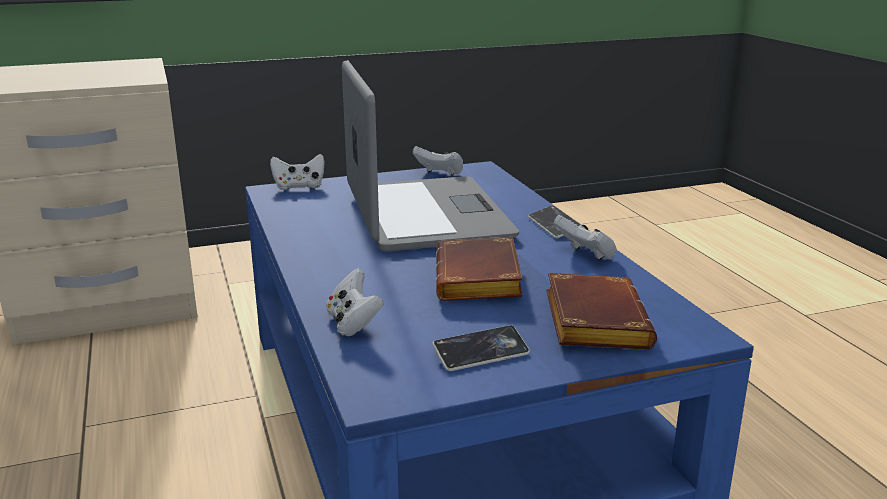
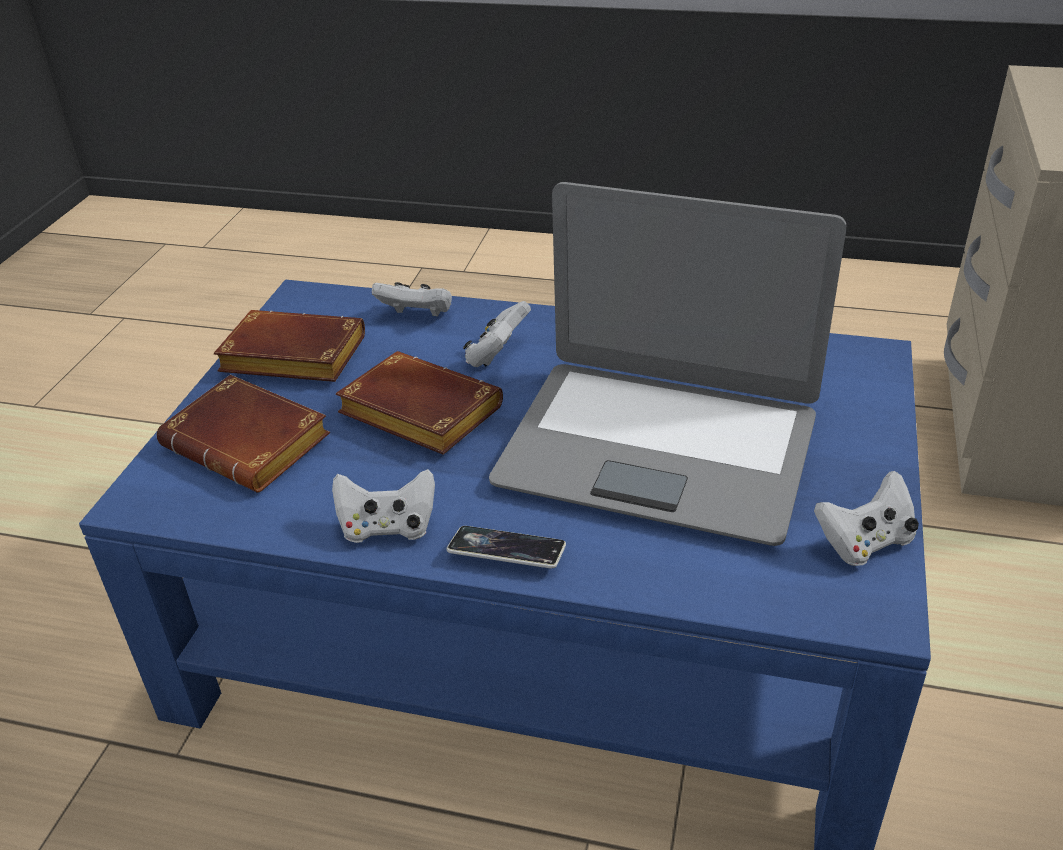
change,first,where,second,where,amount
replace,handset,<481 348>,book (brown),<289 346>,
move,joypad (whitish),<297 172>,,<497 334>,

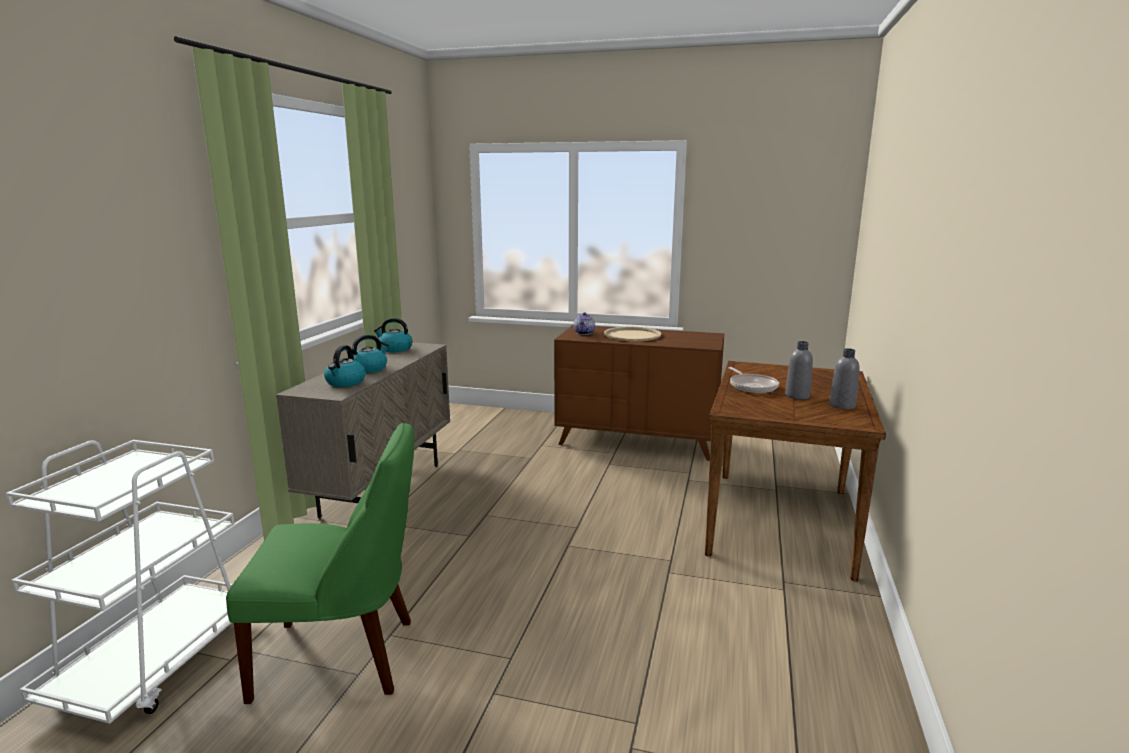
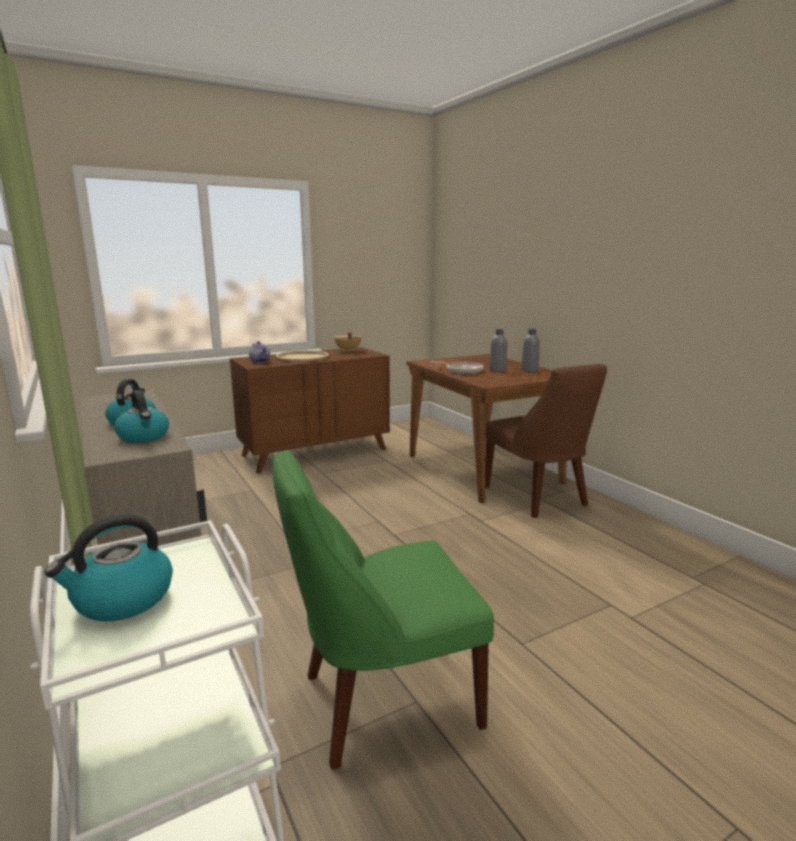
change,first,where,second,where,amount
move,tea kettle,<393 335>,,<109 567>,
rotate,plain chair (green-coloured),<320 563>,,<383 610>,150 degrees counterclockwise
insert,,,saucepot (beige-coloured),<348 342>,
insert,,,plain chair (brown),<546 441>,

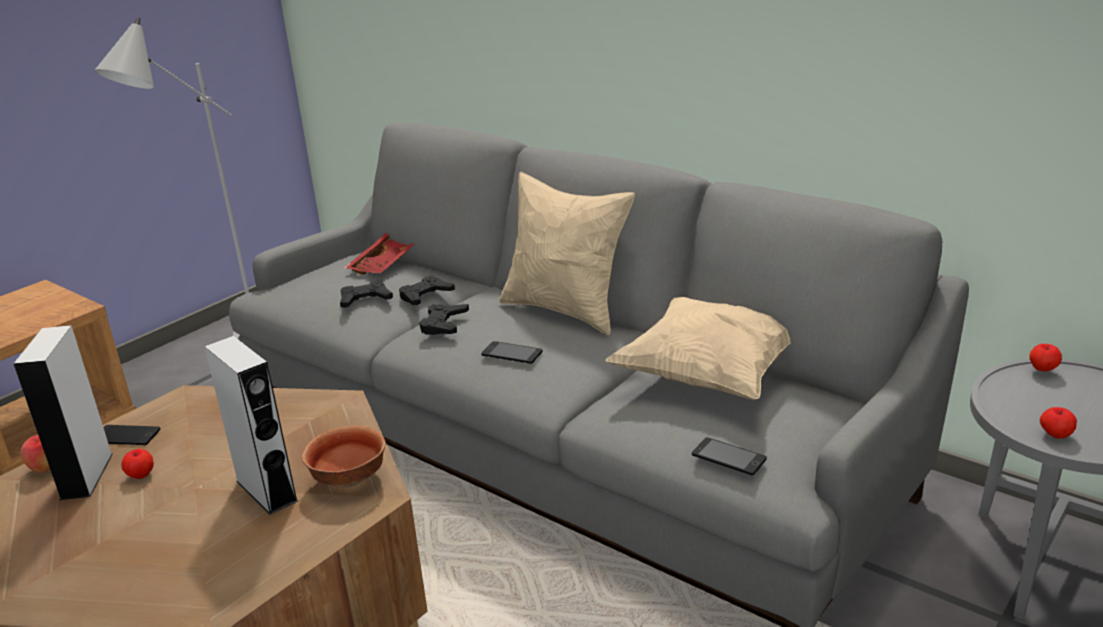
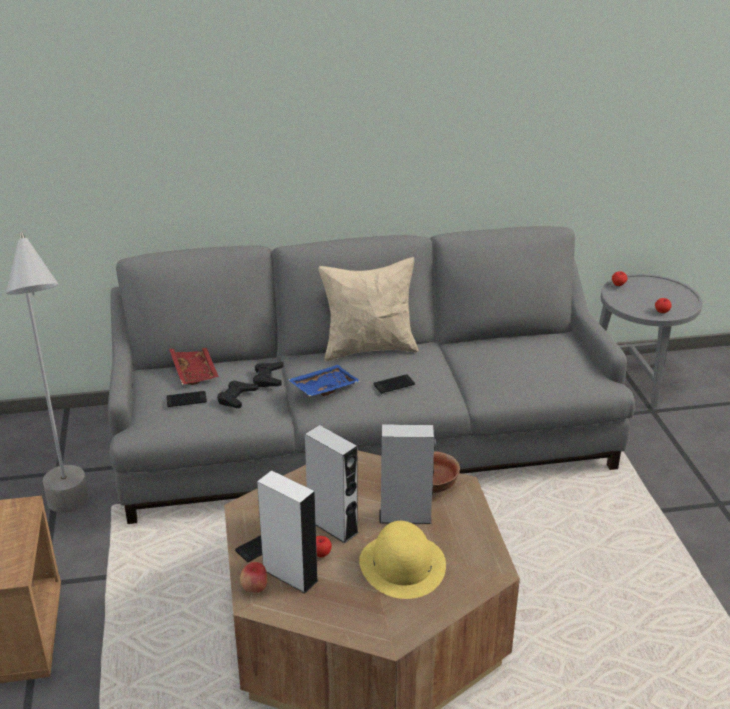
change,first,where,second,where,amount
move,handset,<729 456>,,<186 399>,
replace,joypad (black-coloured),<444 319>,serving tray (blue-coloured),<323 380>,
insert,,,loudspeaker (grey),<331 484>,
insert,,,hat (yellow-coloured),<402 560>,
delete,throw pillow (beige-coloured),<698 348>,,,

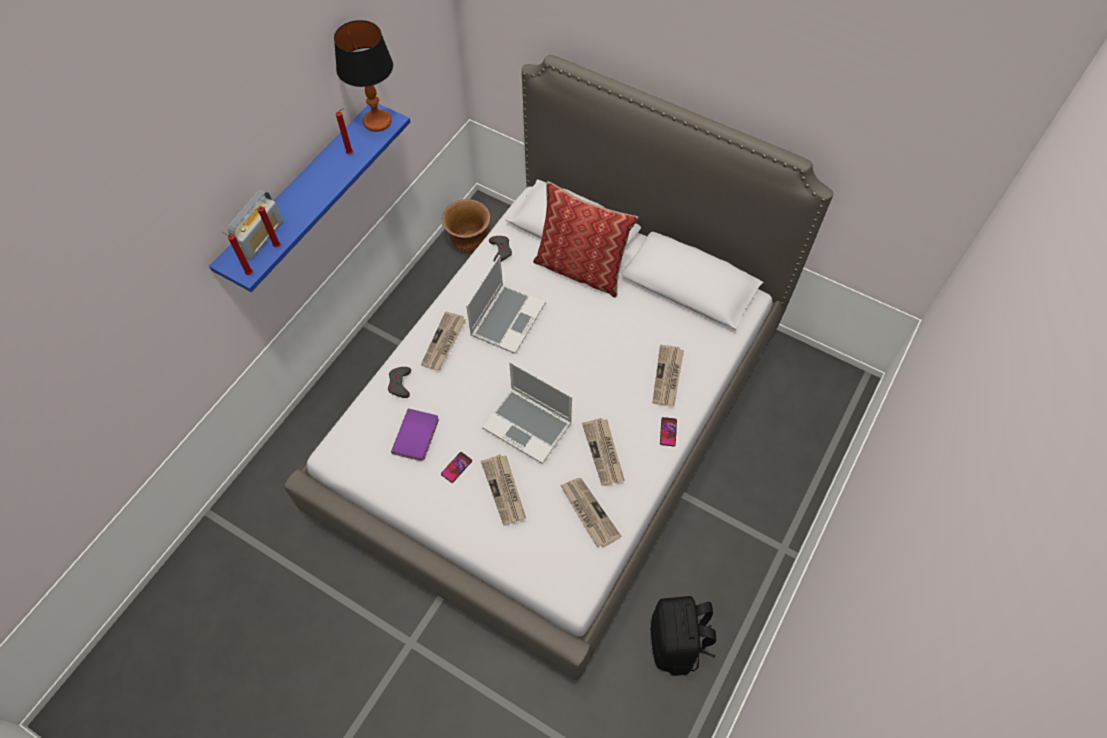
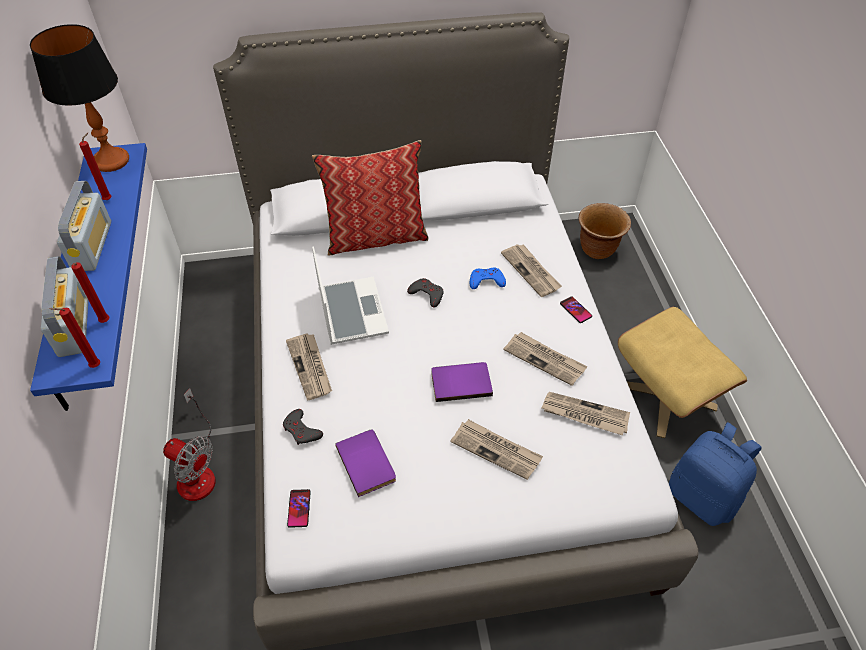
change,first,where,second,where,amount
insert,,,radio receiver,<84 226>,
insert,,,electric fan,<189 444>,
move,handset,<456 467>,,<299 508>,
move,joypad (grey),<500 249>,,<425 293>,
replace,notebook computer,<527 413>,book (purple-coloured),<462 382>,
insert,,,joypad (blue-coloured),<488 278>,
move,plant pot (brown),<466 226>,,<604 231>,
insert,,,pouffe (beige-coloured),<682 372>,
recolor,rucksack (black-coloured),<683 636>,rucksack (blue-coloured),<715 474>,

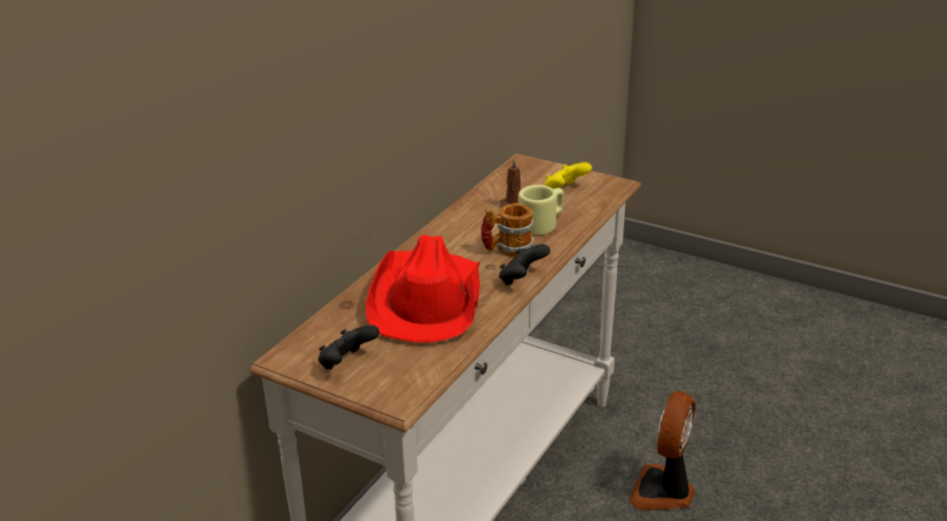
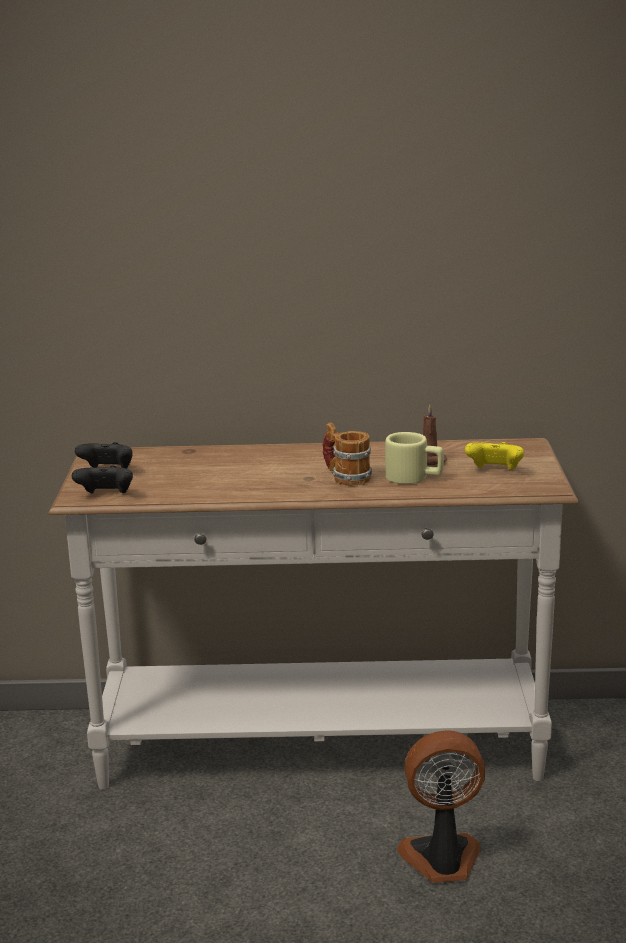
change,first,where,second,where,amount
move,joypad (black-coloured),<524 264>,,<102 479>,
delete,hat (red-coloured),<422 289>,,,

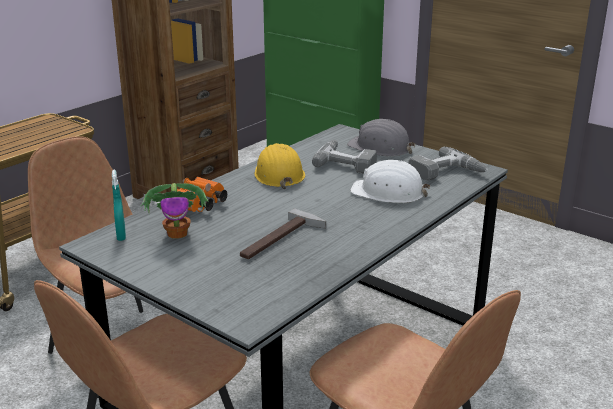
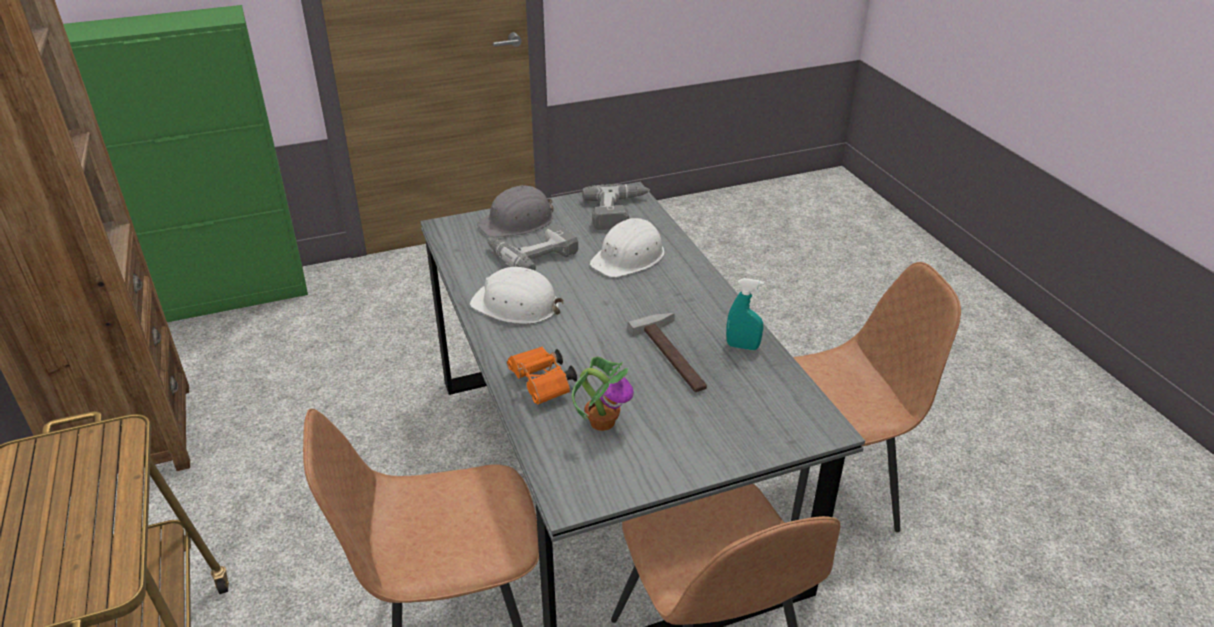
change,first,where,second,where,amount
recolor,work helmet (yellow-coloured),<280 166>,work helmet (whitish),<517 295>,
move,hand sprayer (turquoise-coloured),<119 205>,,<745 314>,

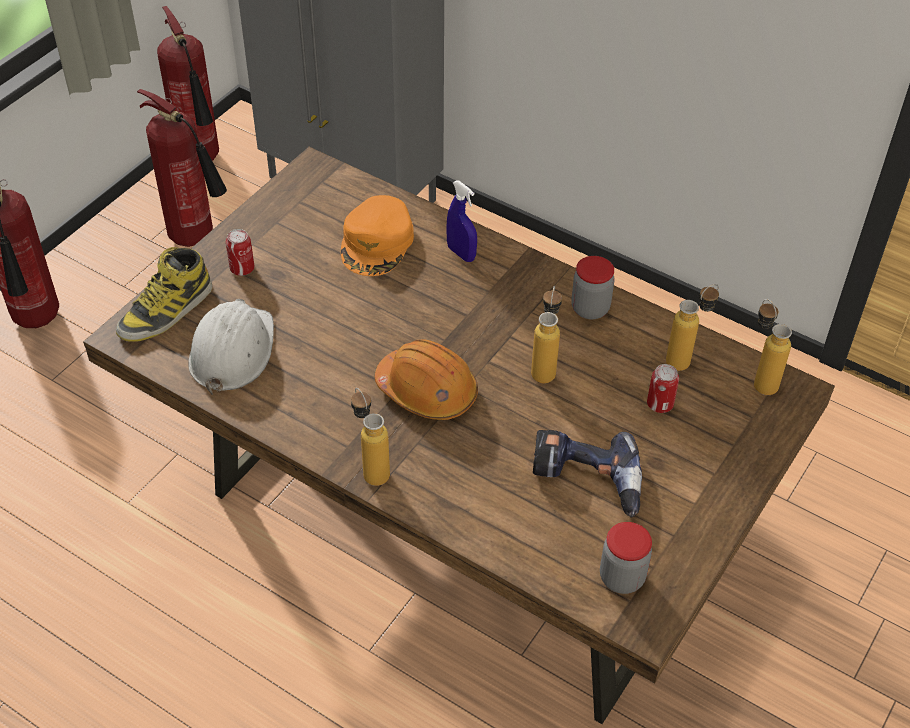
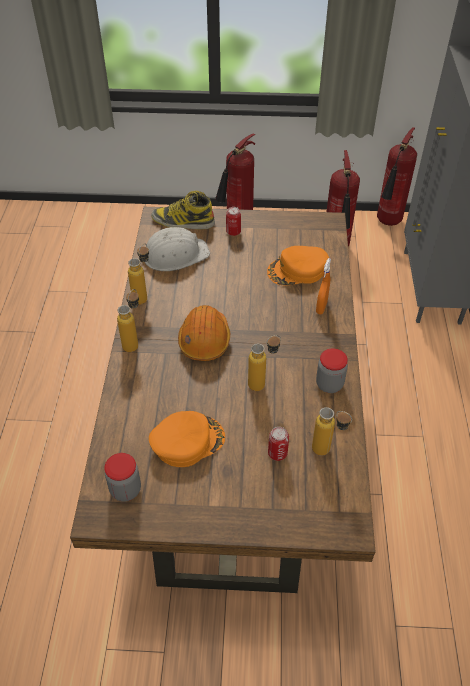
change,first,where,second,where,amount
move,beverage bottle,<773 347>,,<138 274>,
replace,power drill,<587 473>,baseball cap (orange),<187 439>,
recolor,hand sprayer (blue-coloured),<461 221>,hand sprayer (orange),<323 286>,

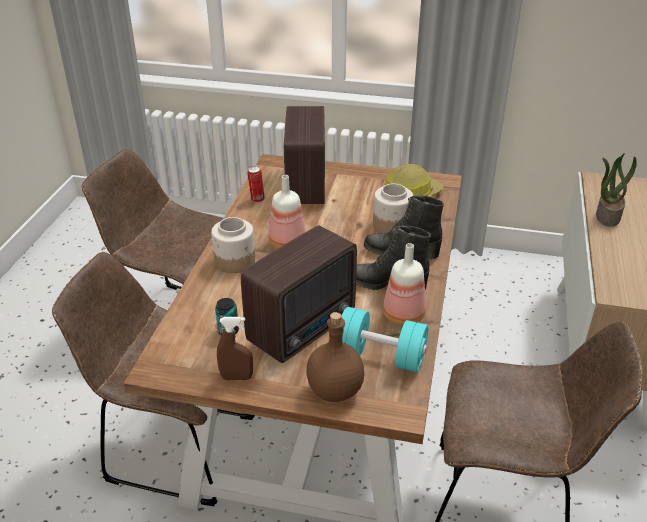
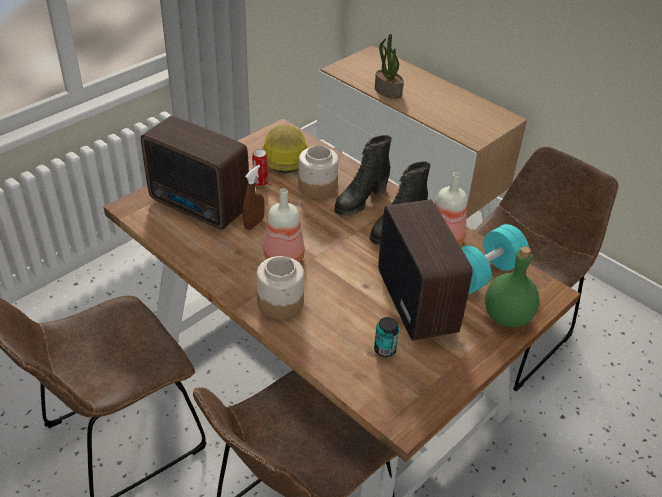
change,first,where,second,where,amount
move,hand sprayer (brown),<235 348>,,<253 197>,
move,metal can,<256 184>,,<260 168>,
recolor,beverage bottle (brown),<335 357>,beverage bottle (green-coloured),<512 286>,

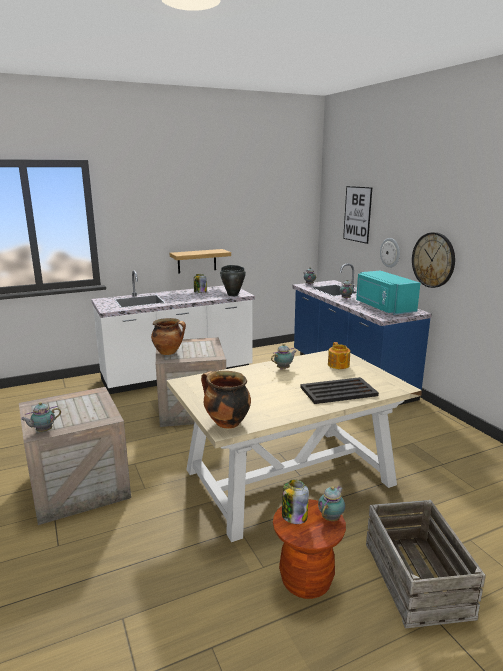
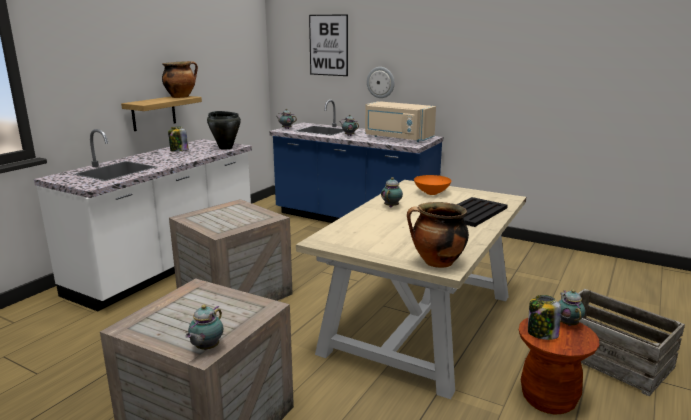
change,first,where,second,where,amount
move,saucepot,<168 336>,,<180 79>,
recolor,microwave (turquoise-coloured),<388 293>,microwave (beige-coloured),<400 121>,
replace,tea pot,<339 355>,deep dish (orange),<432 185>,
delete,hanging clock,<433 260>,,,

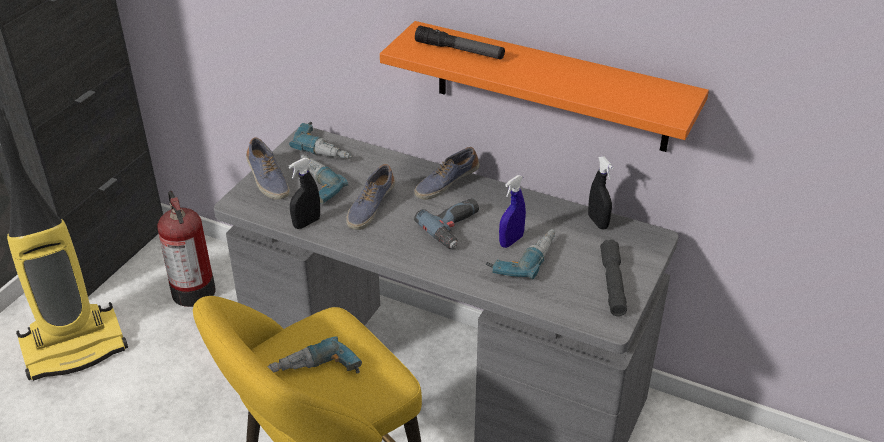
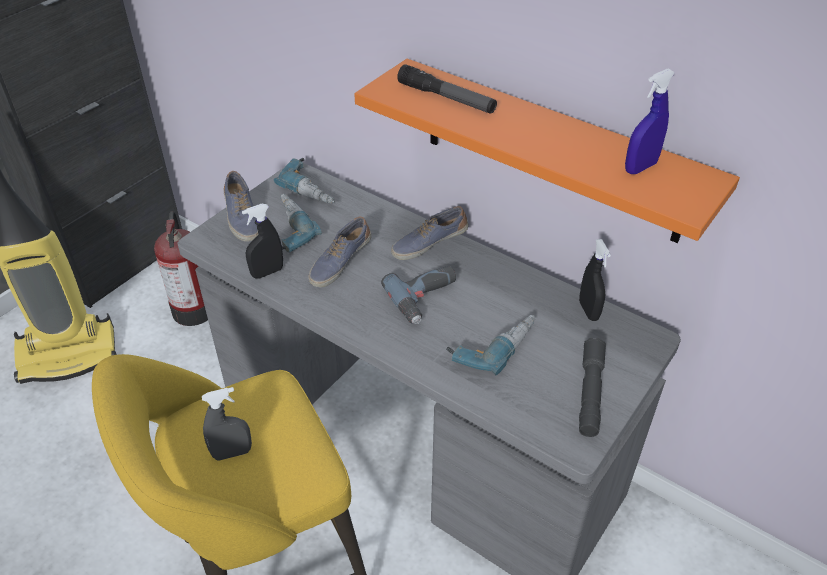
change,first,where,second,where,amount
replace,power drill,<314 355>,hand sprayer (grey),<227 424>,
move,hand sprayer (blue-coloured),<512 211>,,<650 121>,

